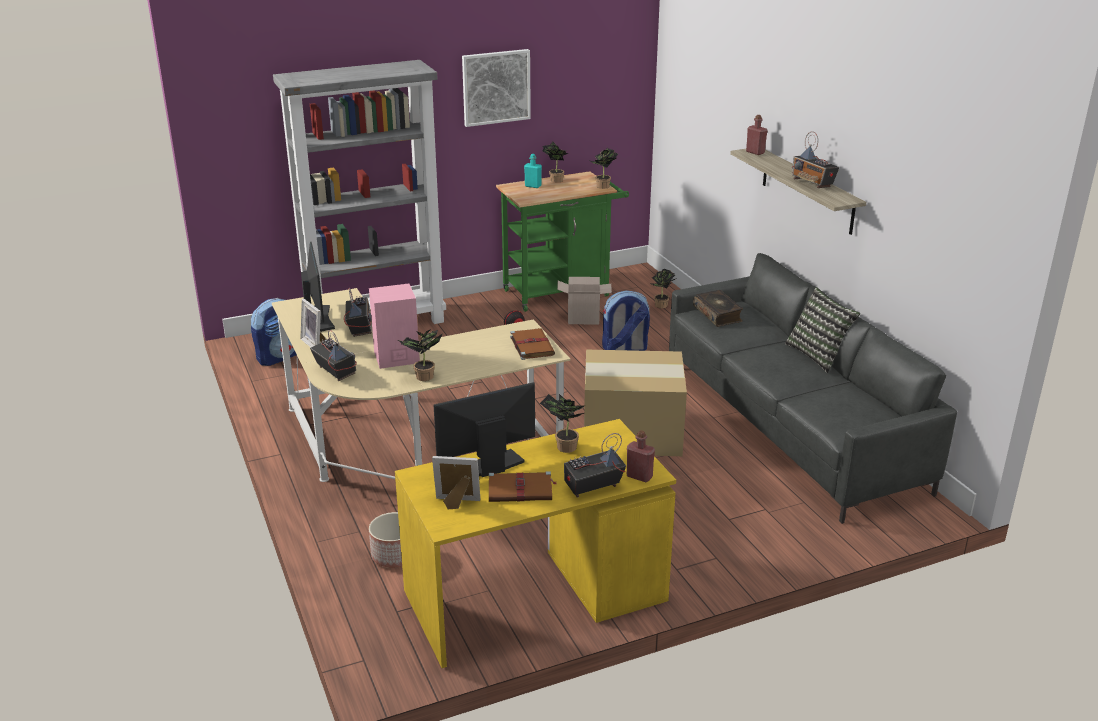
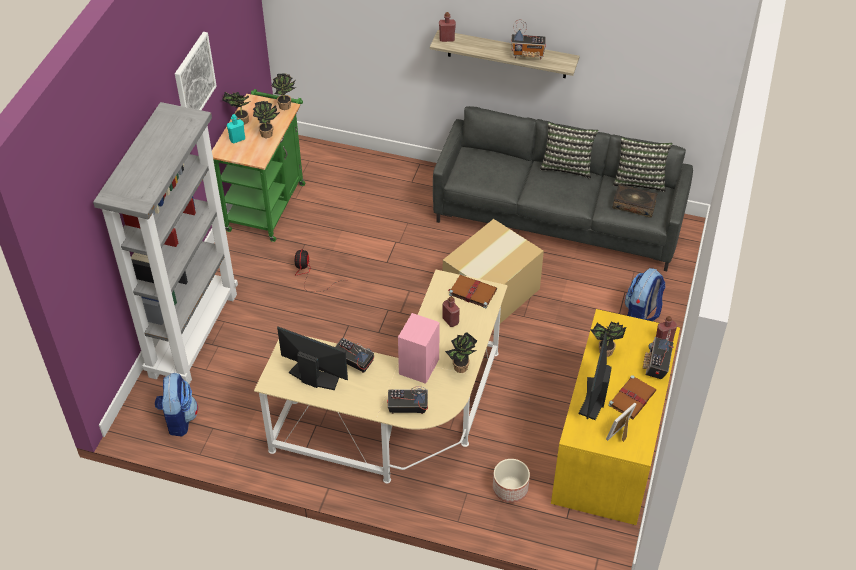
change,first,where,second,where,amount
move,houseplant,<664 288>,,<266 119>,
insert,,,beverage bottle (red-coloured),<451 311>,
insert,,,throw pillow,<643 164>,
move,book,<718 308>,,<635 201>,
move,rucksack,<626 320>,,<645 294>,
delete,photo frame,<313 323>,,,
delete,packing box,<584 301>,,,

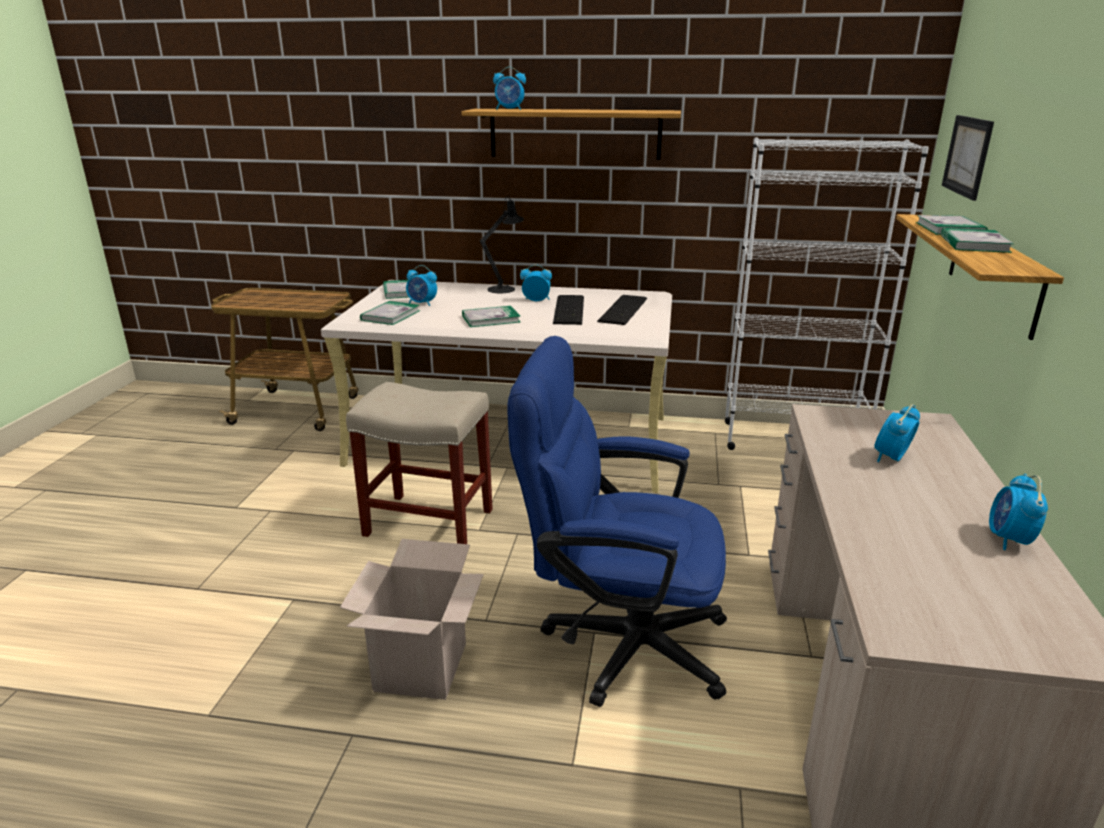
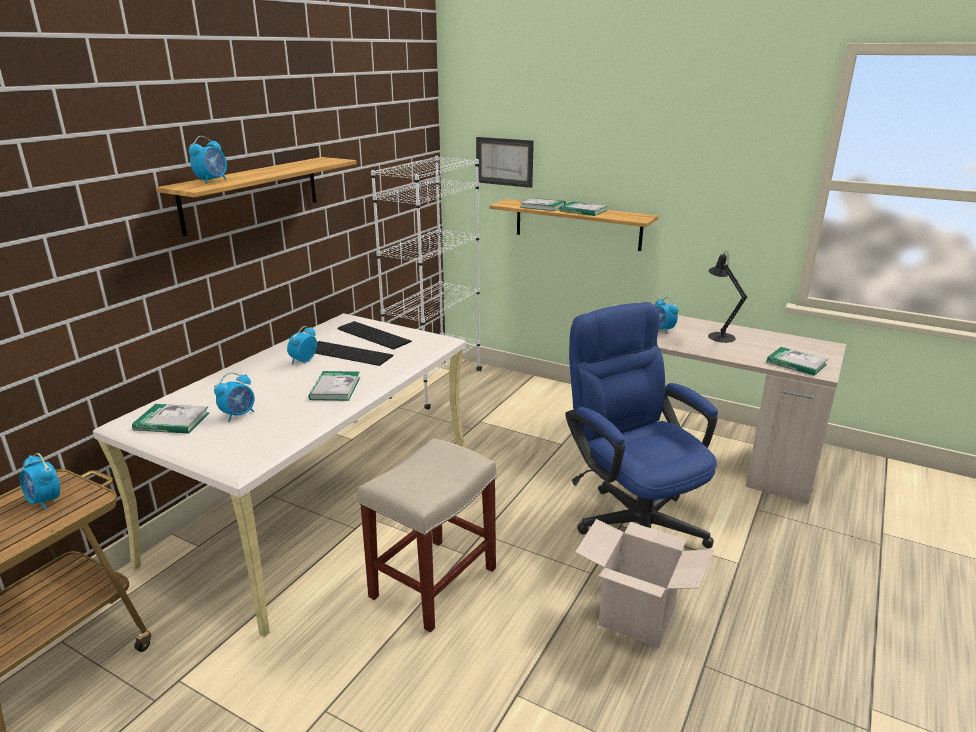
change,first,where,second,where,amount
move,bedside clock,<1018 512>,,<40 481>,
rotate,desk chair (blue-coloured),<617 521>,,<641 425>,120 degrees clockwise
move,tabletop lamp (black-coloured),<502 244>,,<727 297>,
move,book,<390 313>,,<797 361>,

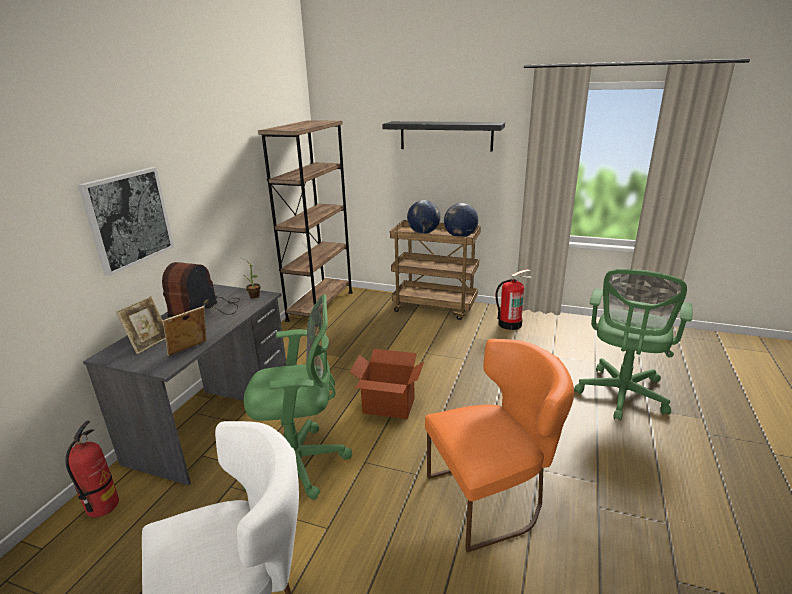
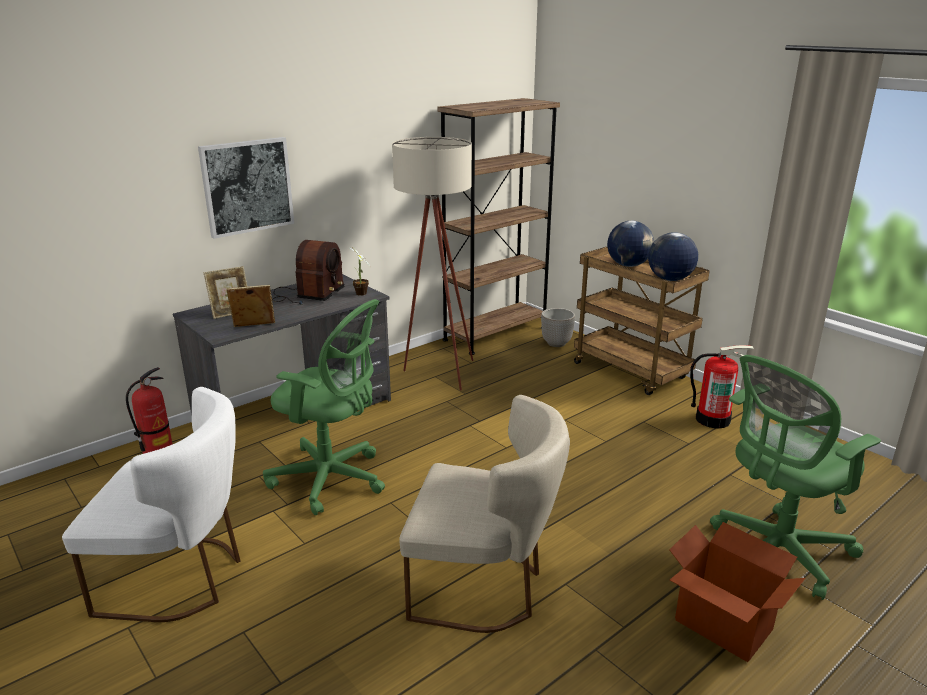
change,first,where,second,where,amount
rotate,radio receiver,<201 289>,,<308 272>,150 degrees clockwise
insert,,,floor lamp (beige-coloured),<432 264>,
recolor,plain chair (orange),<499 445>,plain chair (beige-coloured),<484 514>,
insert,,,plant pot,<558 327>,
move,packing box,<387 384>,,<737 592>,
delete,shelf (black-coloured),<443 136>,,,

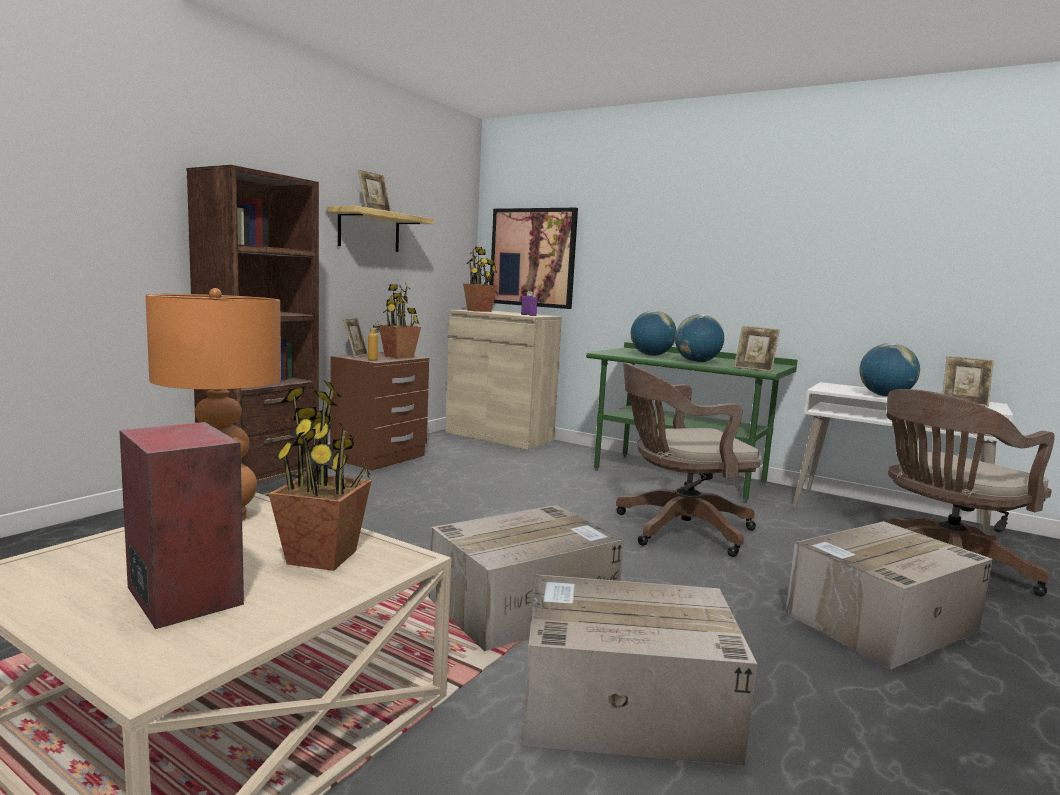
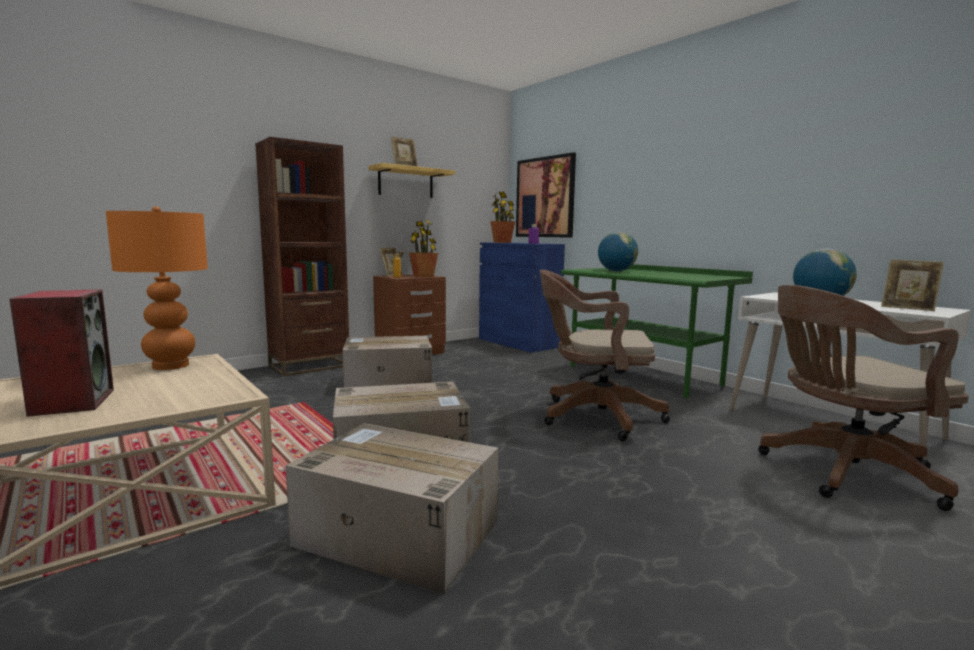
change,first,where,second,where,amount
move,packing box,<889 595>,,<387 362>,
recolor,storage cabinet (beige-coloured),<504 380>,storage cabinet (blue-coloured),<522 297>,
delete,houseplant,<320 476>,,,
delete,globe,<699 338>,,,
delete,photo frame,<757 349>,,,

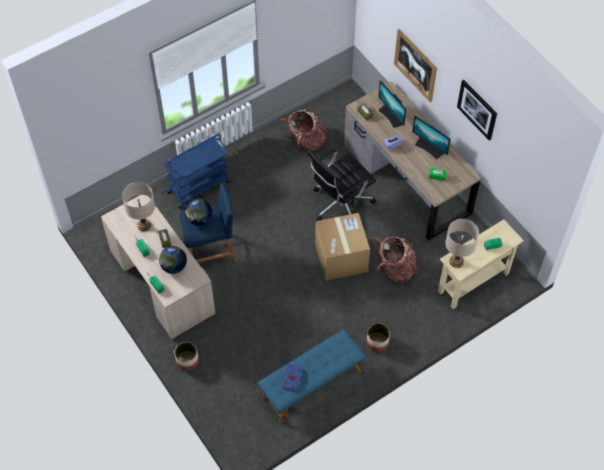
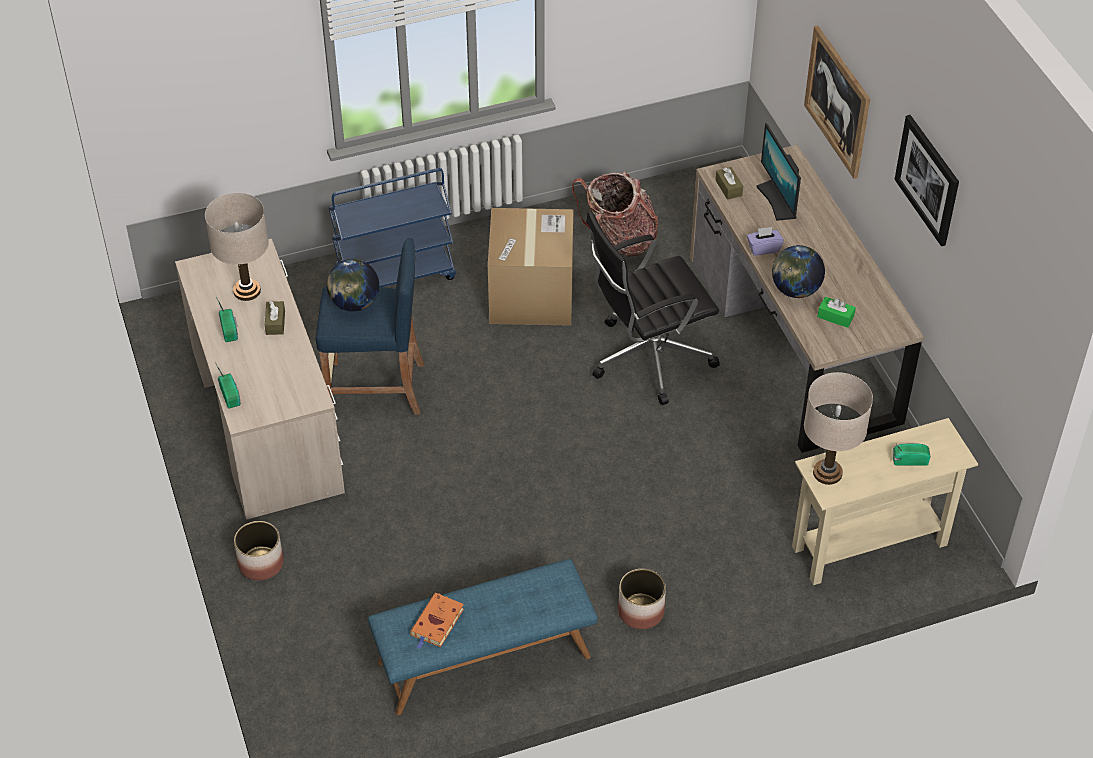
change,first,where,second,where,amount
recolor,book (blue-coloured),<292 379>,book (orange),<437 621>,
move,packing box,<342 247>,,<531 267>,
move,globe,<173 260>,,<798 271>,
delete,rucksack,<394 260>,,,
delete,computer display,<431 137>,,,

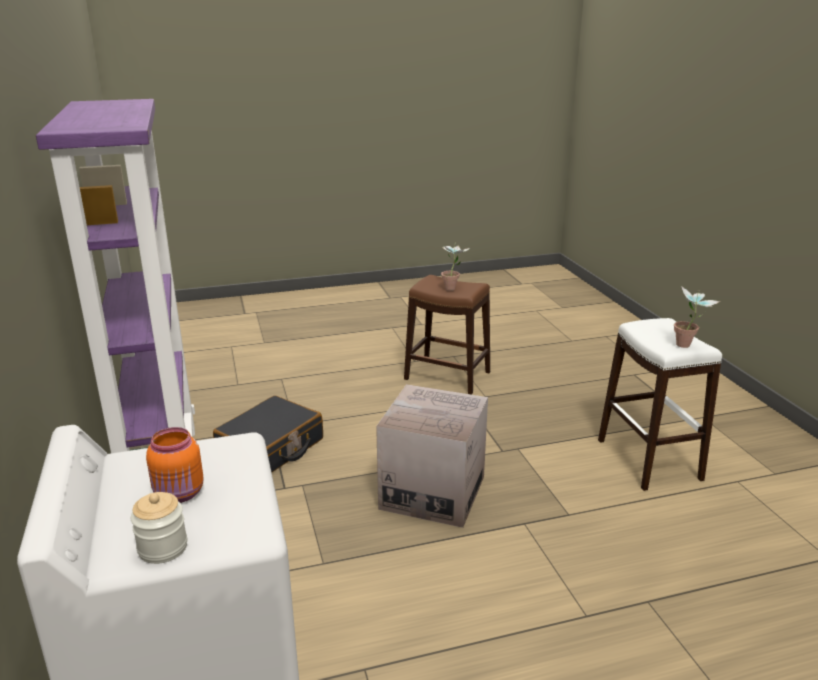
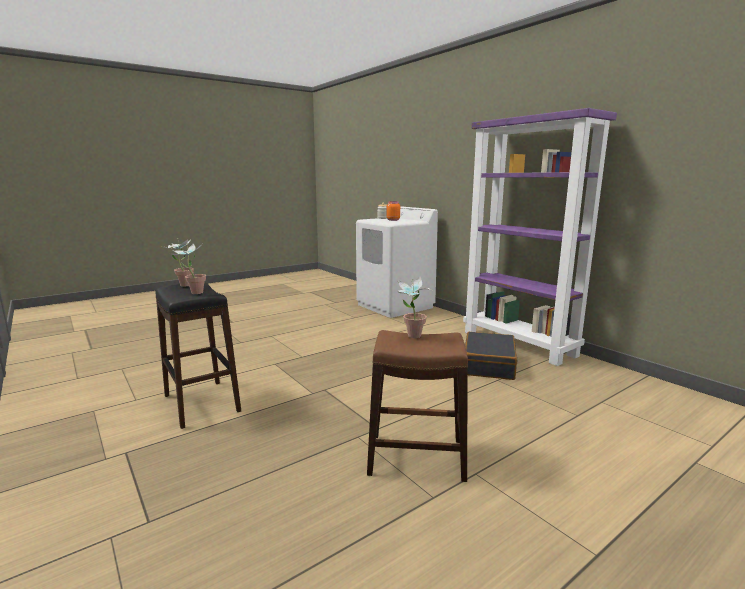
change,first,where,second,where,amount
recolor,sitting stool (whitish),<660 404>,sitting stool (black-coloured),<198 355>,
insert,,,houseplant,<188 268>,
delete,packing box,<432 456>,,,

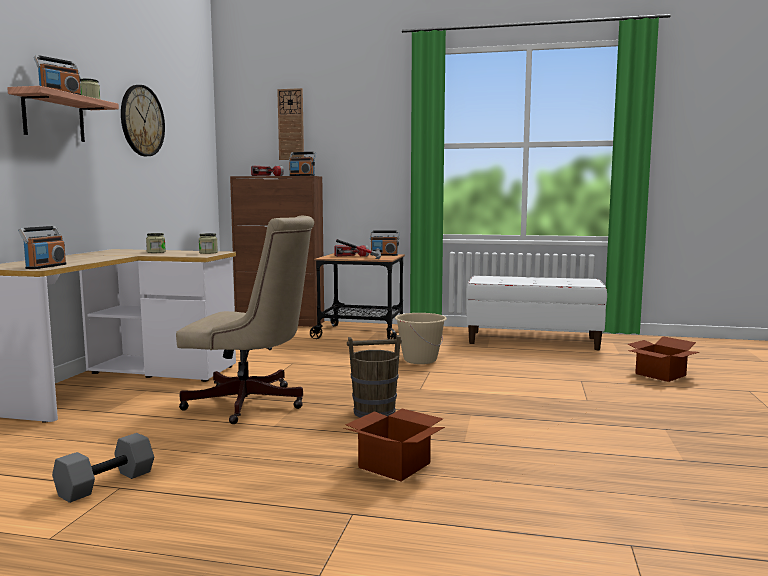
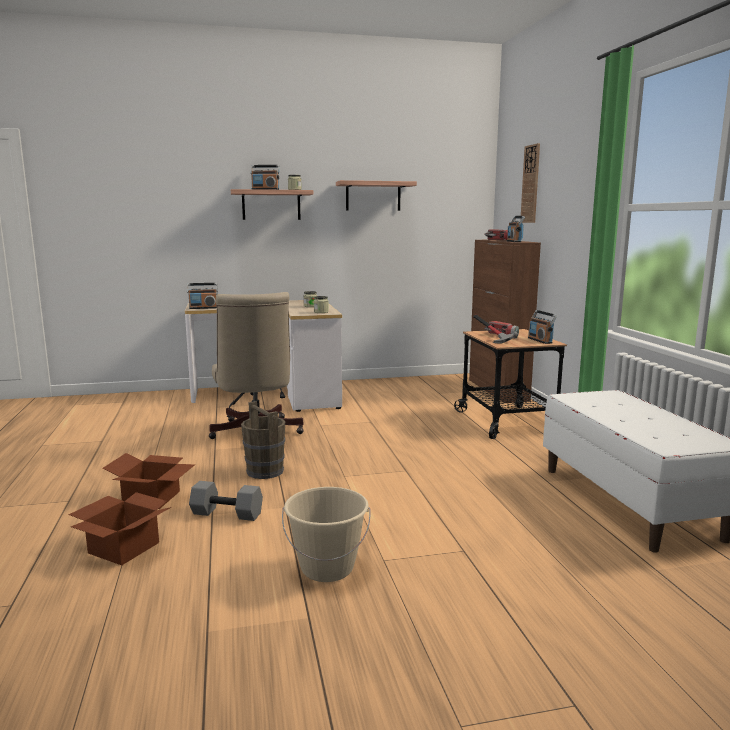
change,first,where,second,where,amount
move,packing box,<663 359>,,<120 528>,
move,hand weight (grey),<103 468>,,<226 501>,
move,water bucket (beige-coloured),<421 338>,,<326 534>,
replace,hanging clock,<143 120>,shelf,<376 195>,

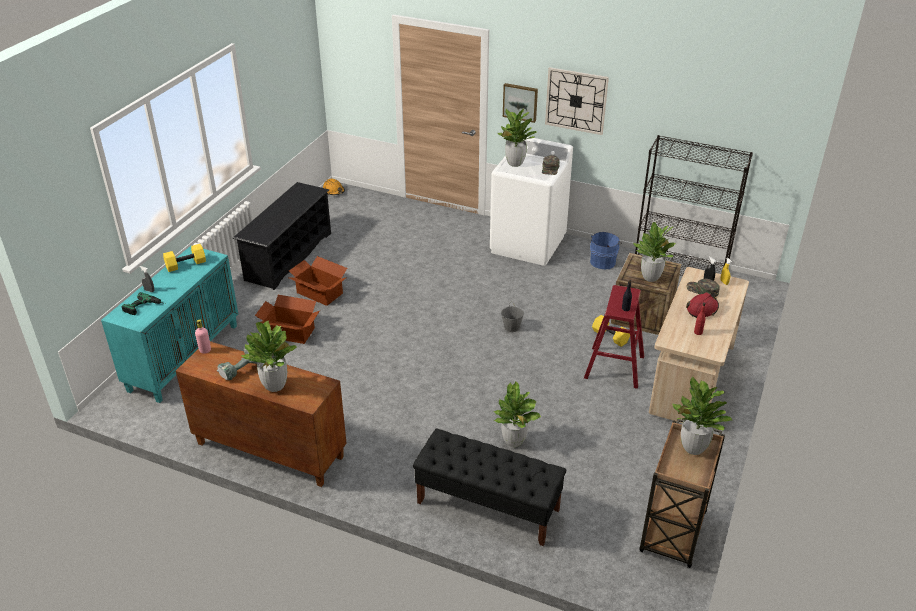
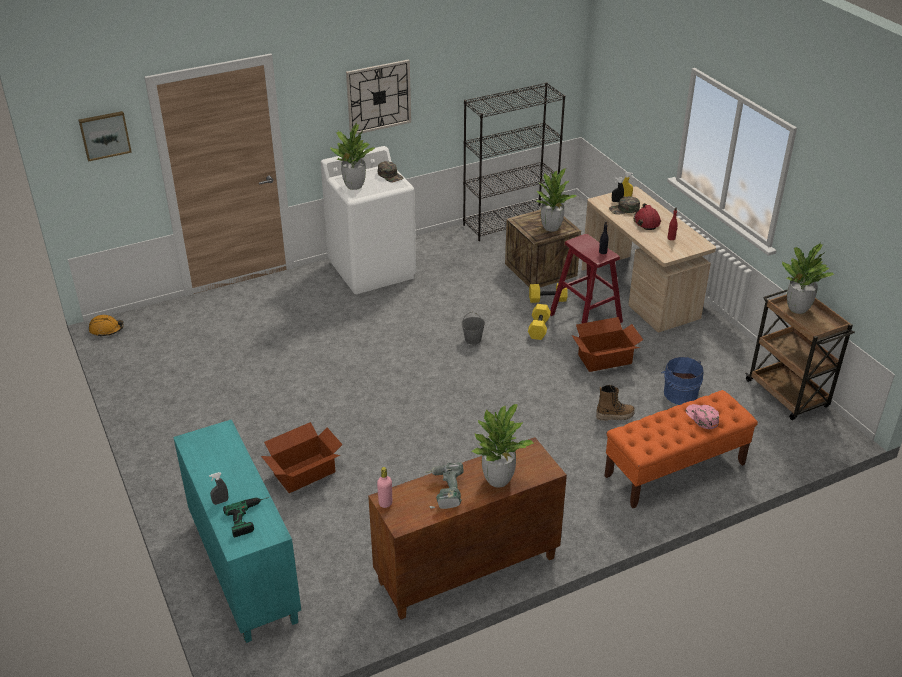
change,first,where,second,where,amount
move,picture,<520 103>,,<105 136>,
move,hand weight (yellow-coloured),<184 258>,,<539 322>,
move,packing box,<318 281>,,<607 344>,
replace,houseplant,<517 414>,boot,<615 403>,
recolor,long seat (black-coloured),<489 487>,long seat (orange),<681 449>,
move,water bucket (blue-coloured),<606 250>,,<682 381>,
insert,,,baseball cap (pinkish),<702 416>,
delete,shoe stand (black-coloured),<281 236>,,,

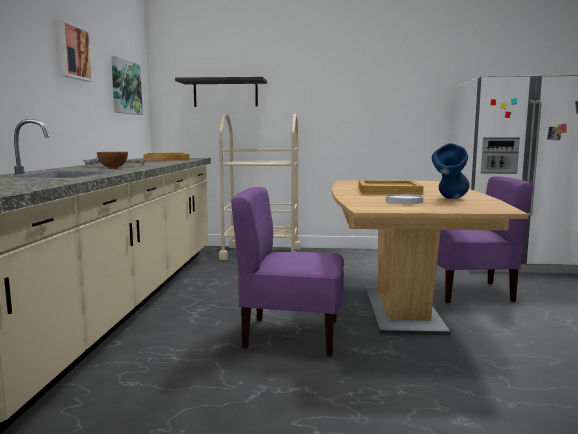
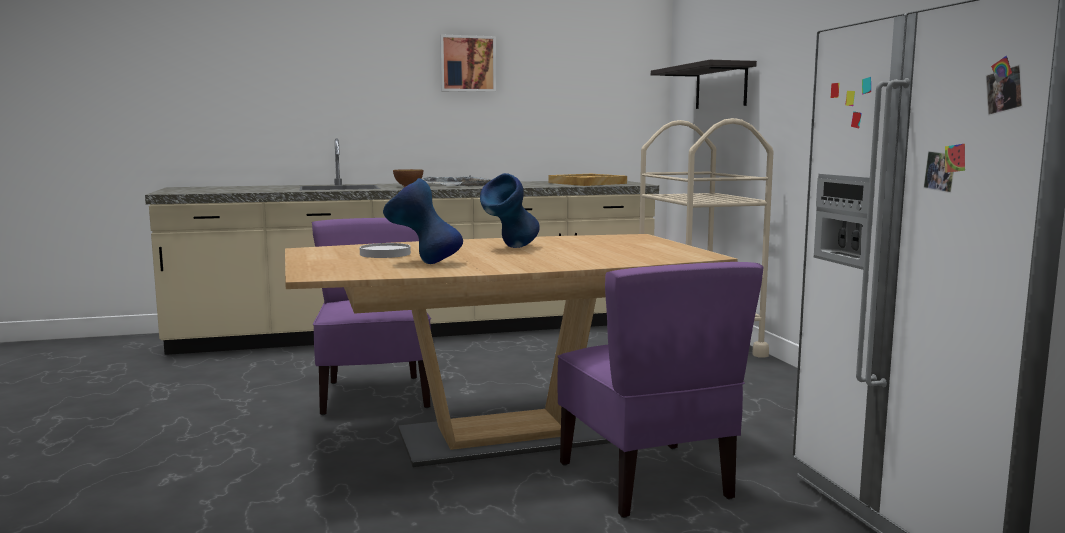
change,first,where,second,where,amount
replace,serving tray (beige-coloured),<391 187>,flower vase (blue-coloured),<510 210>,
delete,picture,<127 85>,,,

